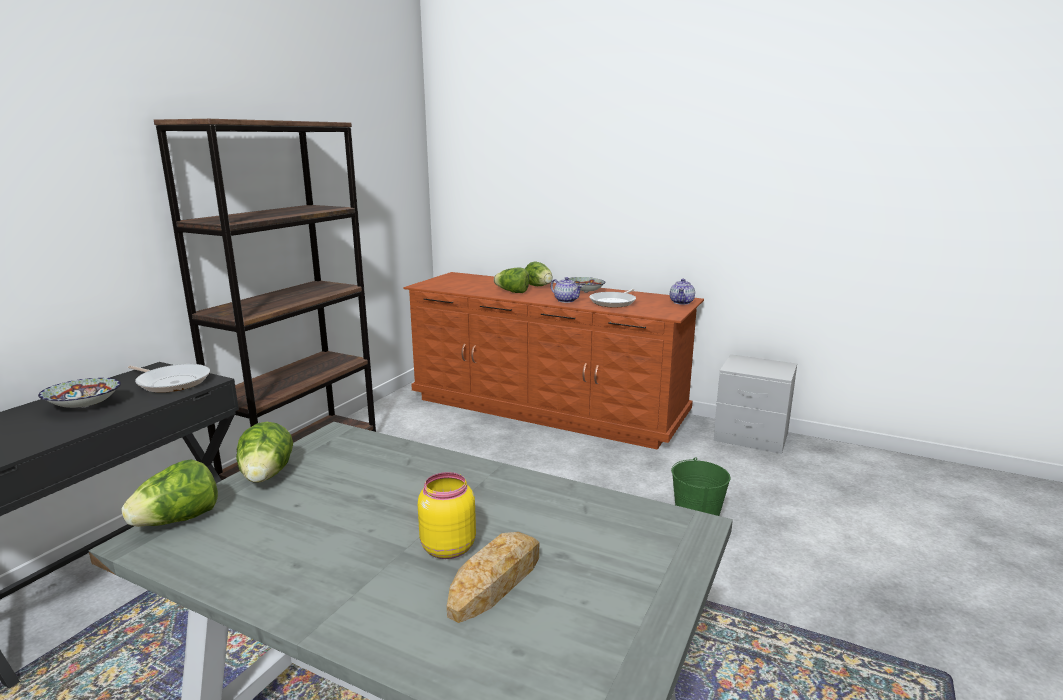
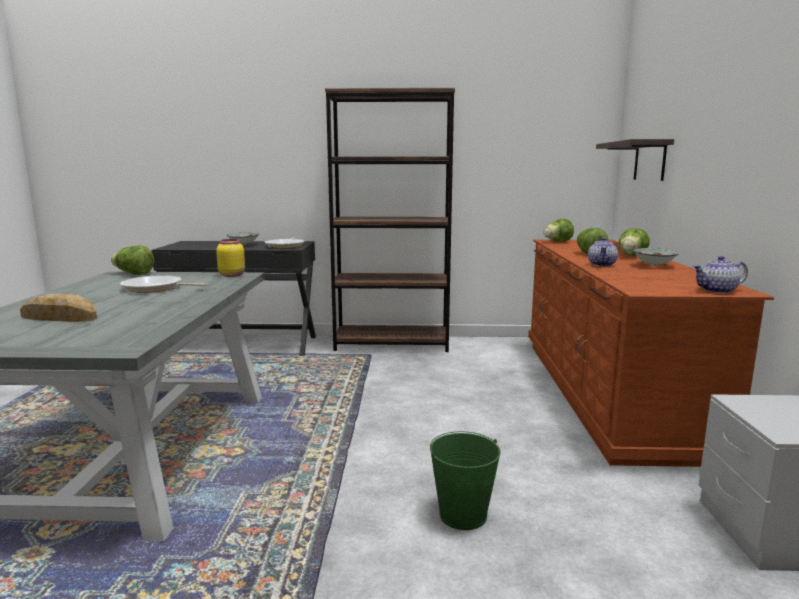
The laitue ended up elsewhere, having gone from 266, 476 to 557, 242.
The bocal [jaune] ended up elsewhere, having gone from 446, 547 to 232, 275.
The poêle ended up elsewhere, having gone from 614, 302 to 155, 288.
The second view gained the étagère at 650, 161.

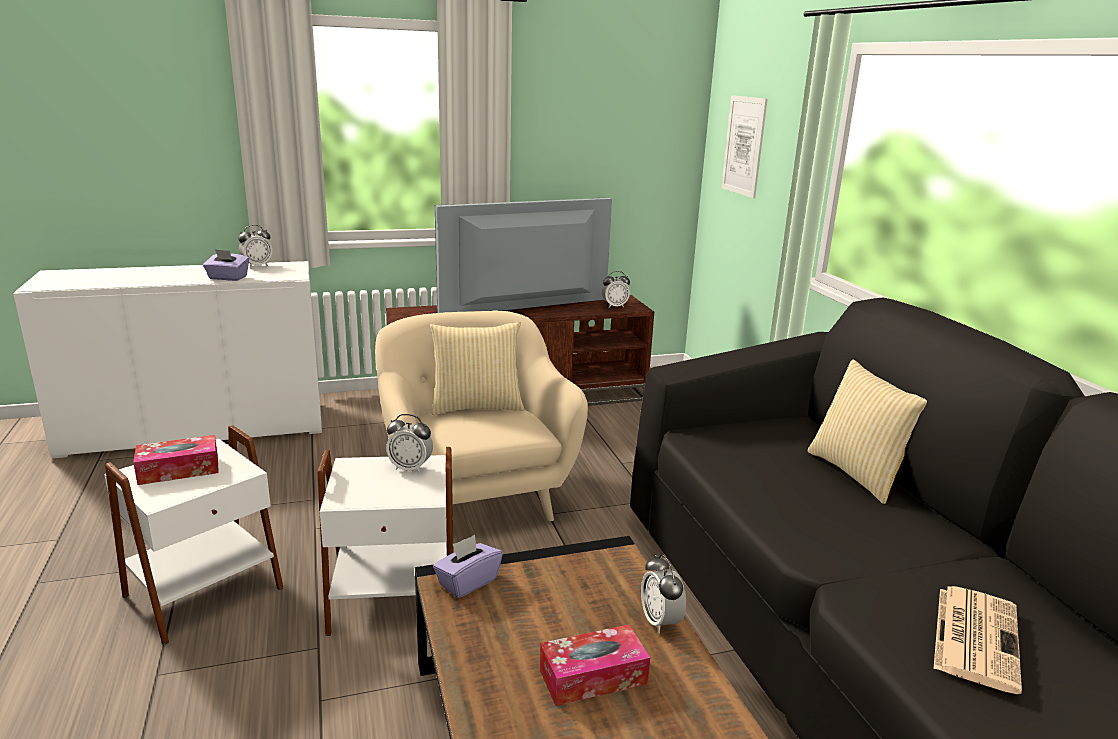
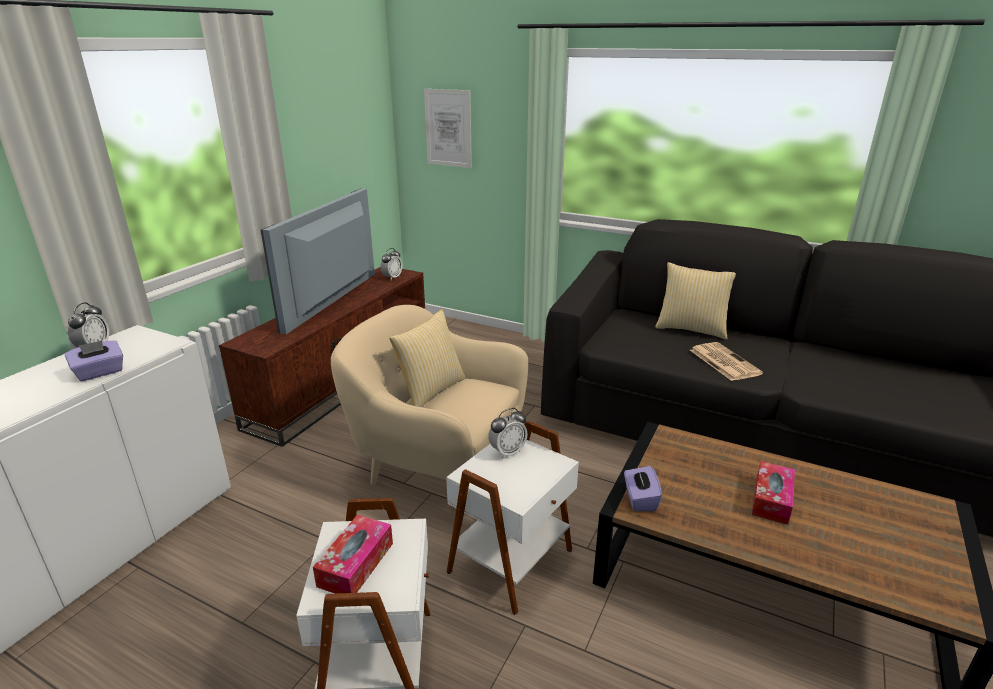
The second view lost the réveil at 660, 621.
The journal ended up elsewhere, having gone from 975, 636 to 723, 361.

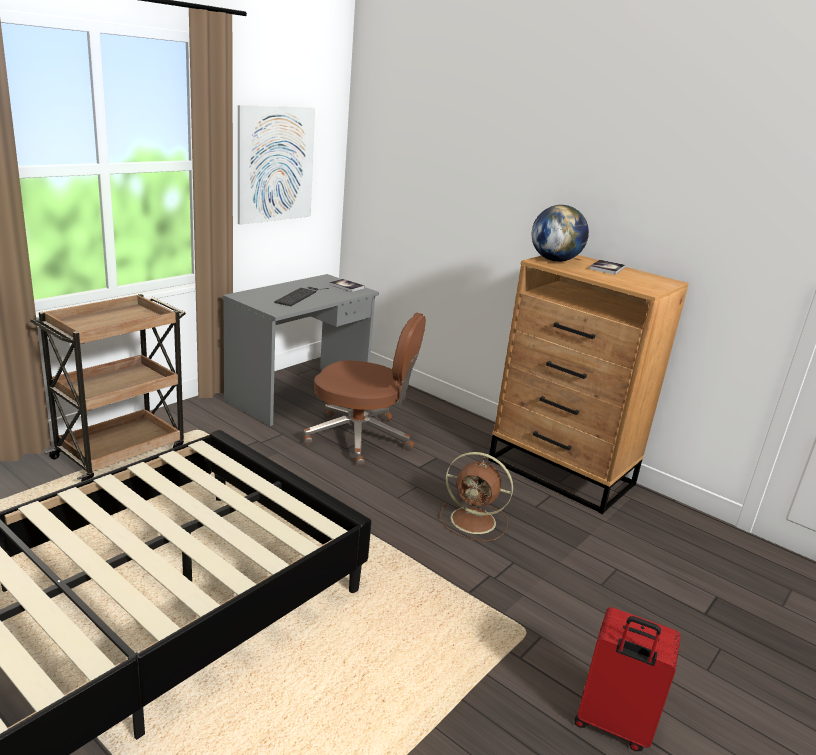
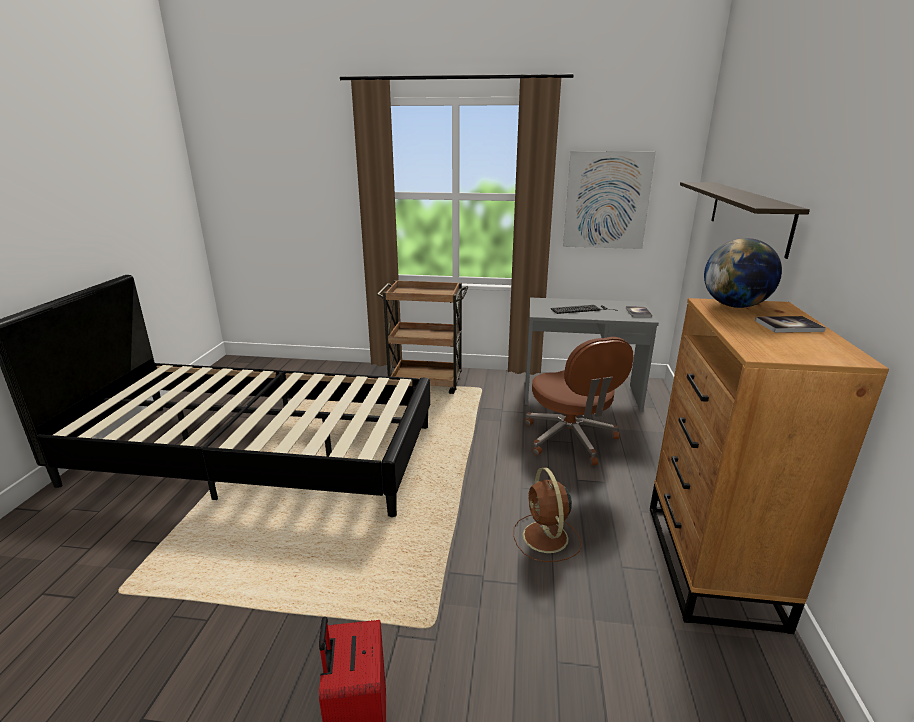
The second view gained the étagère at 748, 215.

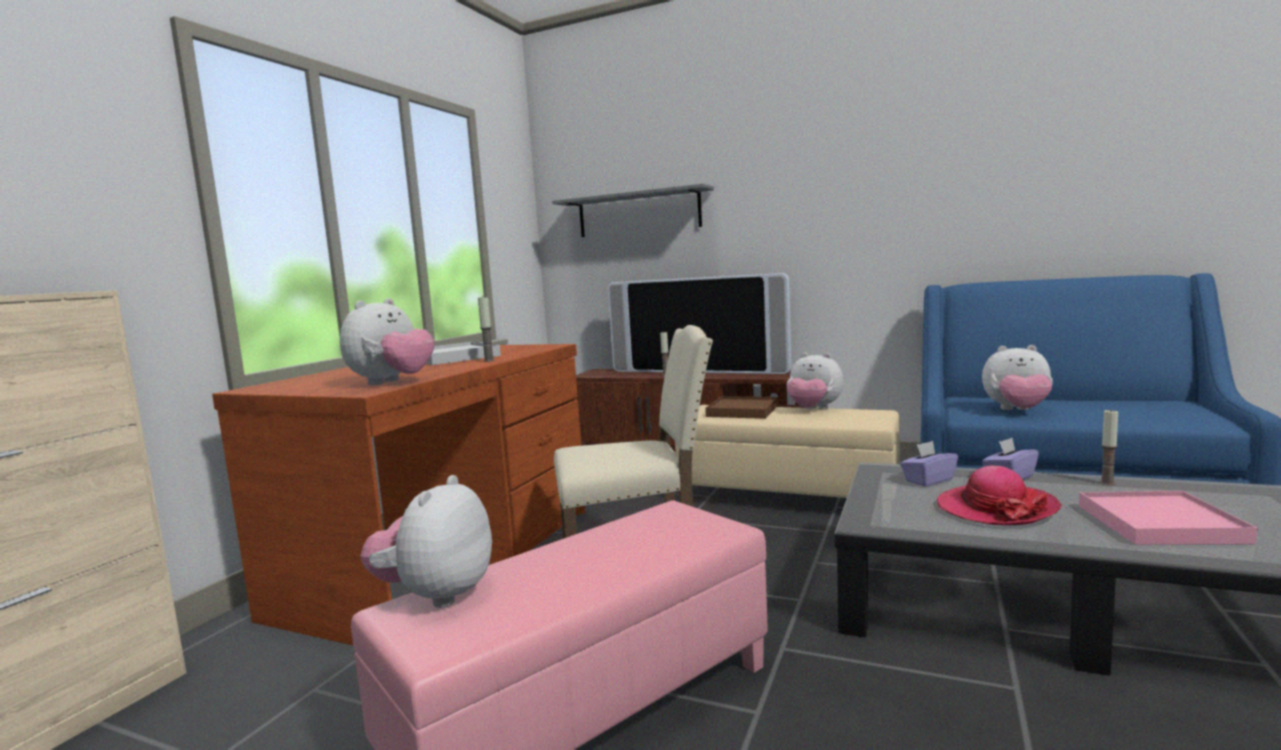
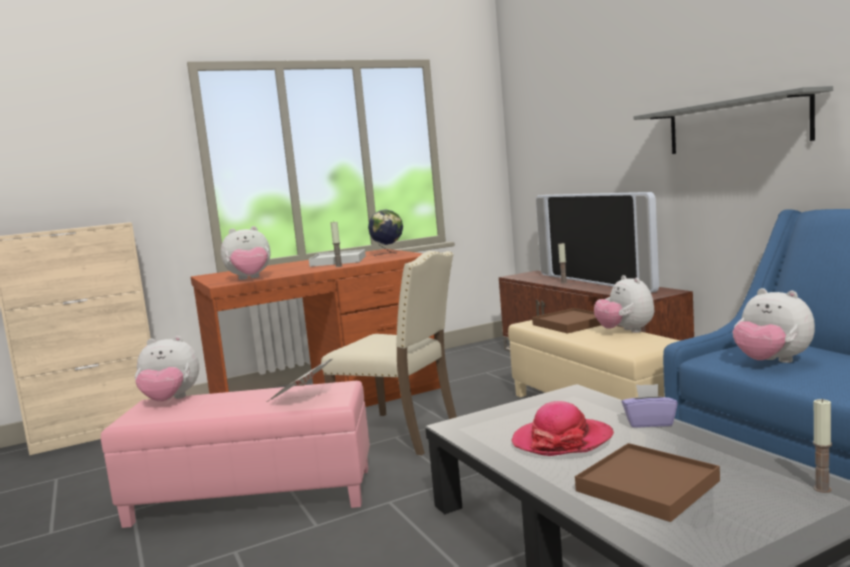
The peluche at 436, 595 ended up facing another way, 150 degrees counterclockwise from before.
The étagère [gris] ended up elsewhere, having gone from 638, 213 to 736, 125.
The second view lost the boîte à mouchoirs [violet] at 928, 480.
What was the plateau [rose] at 1159, 523 turned into the plateau [marron] at 647, 486.
The bougie ended up elsewhere, having gone from 1107, 483 to 822, 489.
The second view gained the journal at 301, 398.
The second view gained the globe at 388, 254.

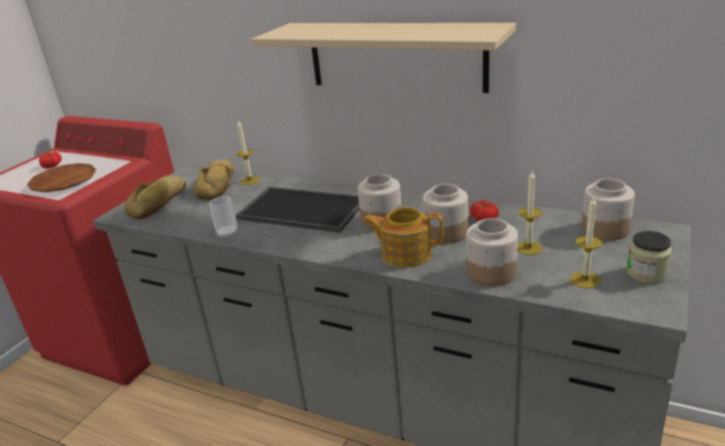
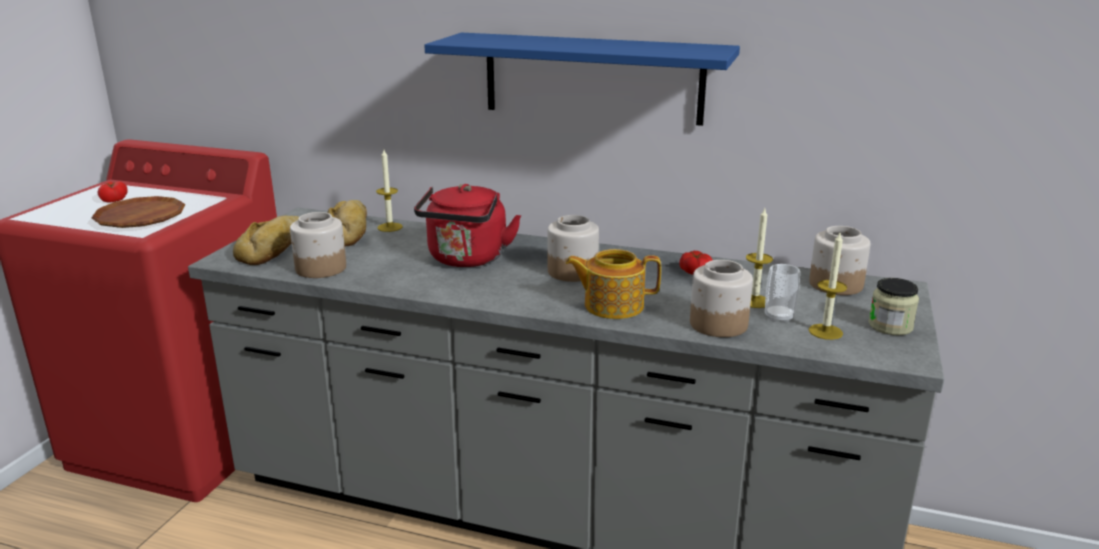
The tasse ended up elsewhere, having gone from 228, 234 to 779, 317.
Where the plateau stood at 300, 210, the bouilloire [rouge] came to stand at 466, 260.
What was the étagère [beige] at 395, 56 turned into the étagère [bleu] at 592, 78.
The bocal ended up elsewhere, having gone from 445, 233 to 320, 269.

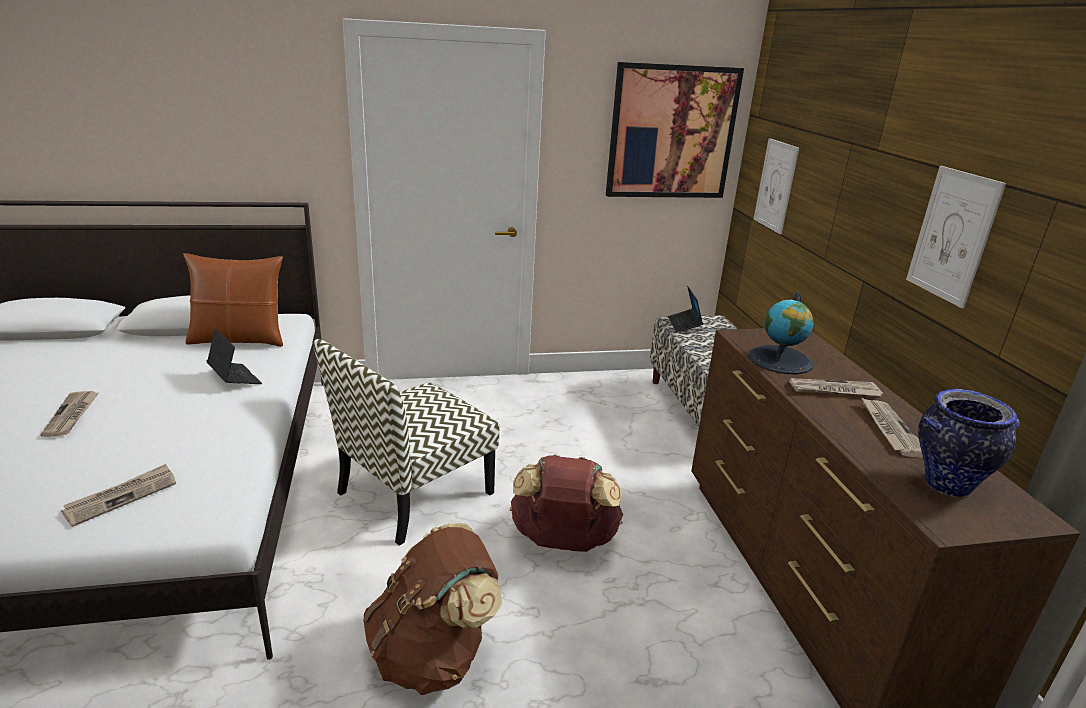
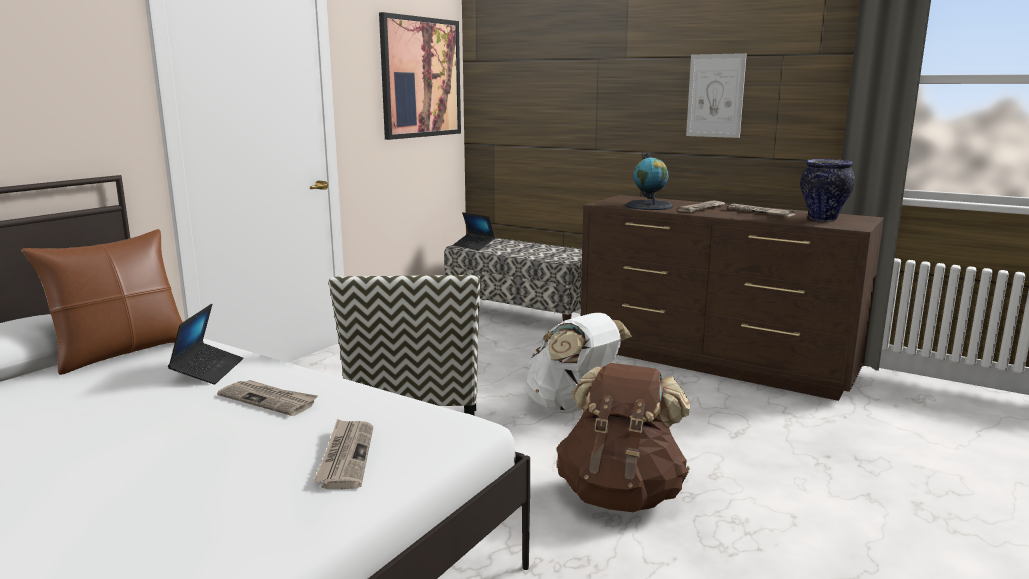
The journal ended up elsewhere, having gone from 72, 415 to 269, 400.
The ordinateur portable at 234, 378 ended up facing another way, 90 degrees clockwise from before.
What was the sac à dos [marron] at 563, 542 turned into the sac à dos [blanc] at 573, 407.
The second view lost the tableau at 775, 185.

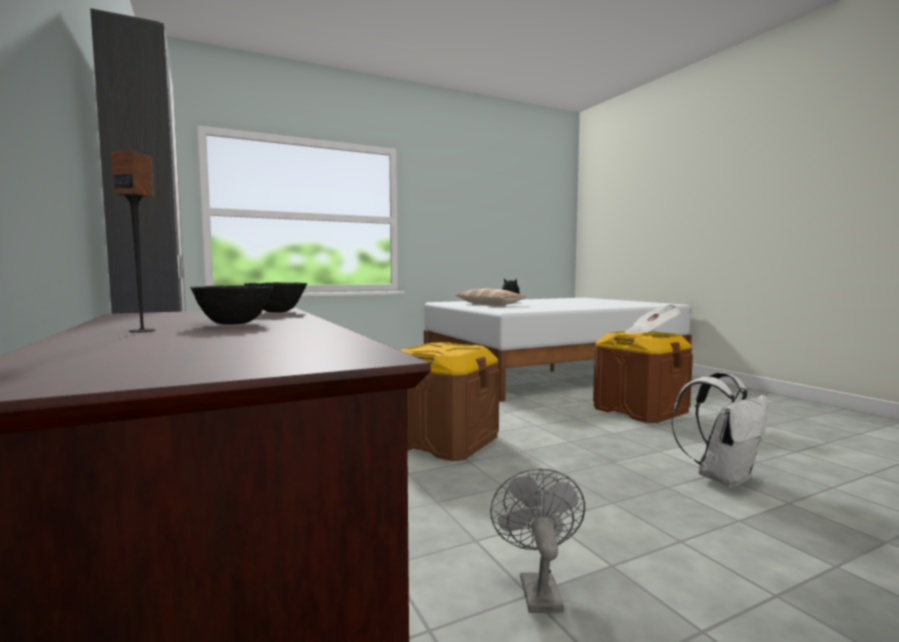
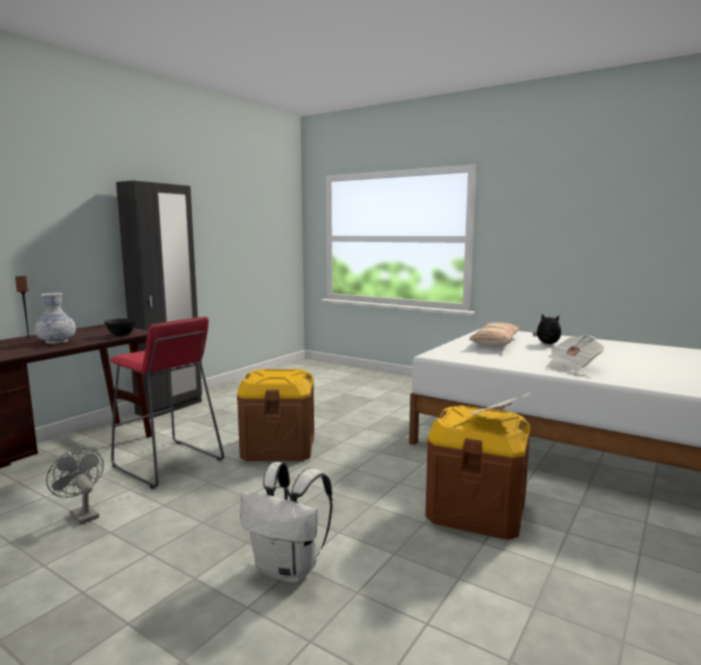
Where the bol [noir] stood at 234, 324, the vase came to stand at 57, 341.
The ventilateur [gris] at 537, 588 ended up facing another way, 105 degrees counterclockwise from before.
The second view gained the tabouret [rouge] at 167, 463.
The second view gained the journal at 571, 368.

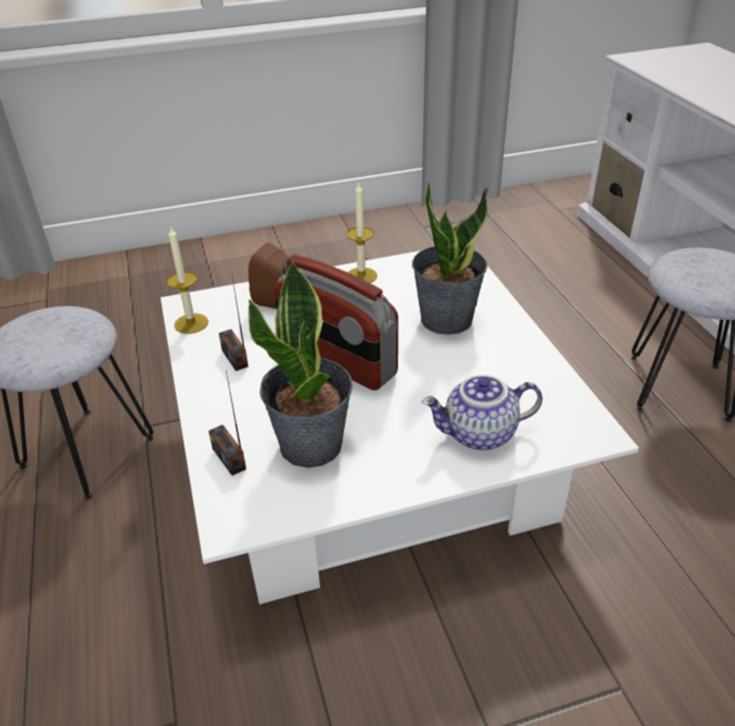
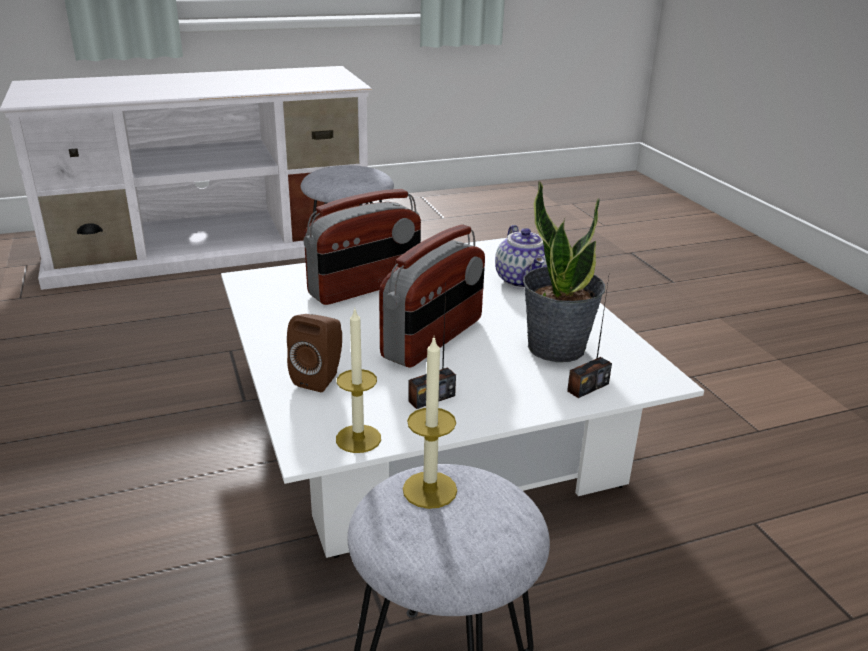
The bougie ended up elsewhere, having gone from 361, 276 to 429, 490.
Where the plante en pot stood at 446, 319, the radio came to stand at 365, 287.

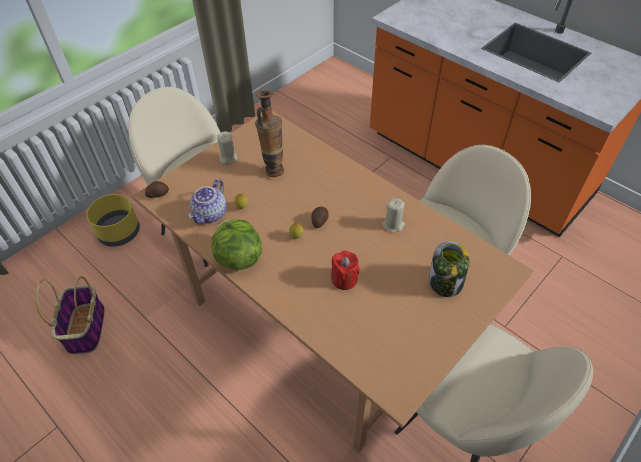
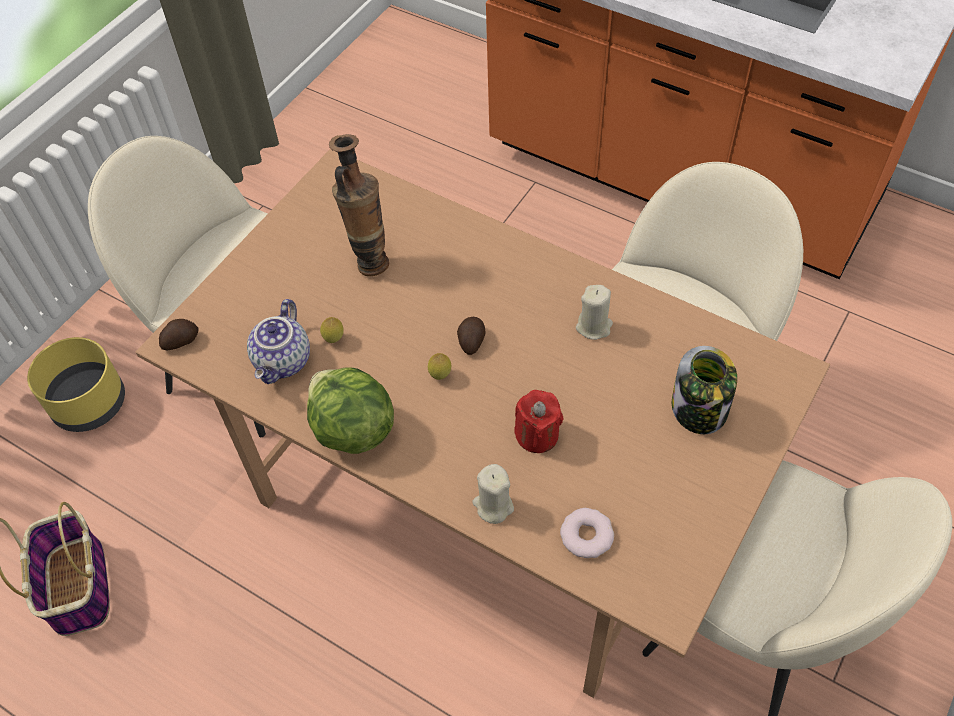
The bougie [beige] ended up elsewhere, having gone from 228, 158 to 493, 506.
The second view gained the beignet at 586, 535.

